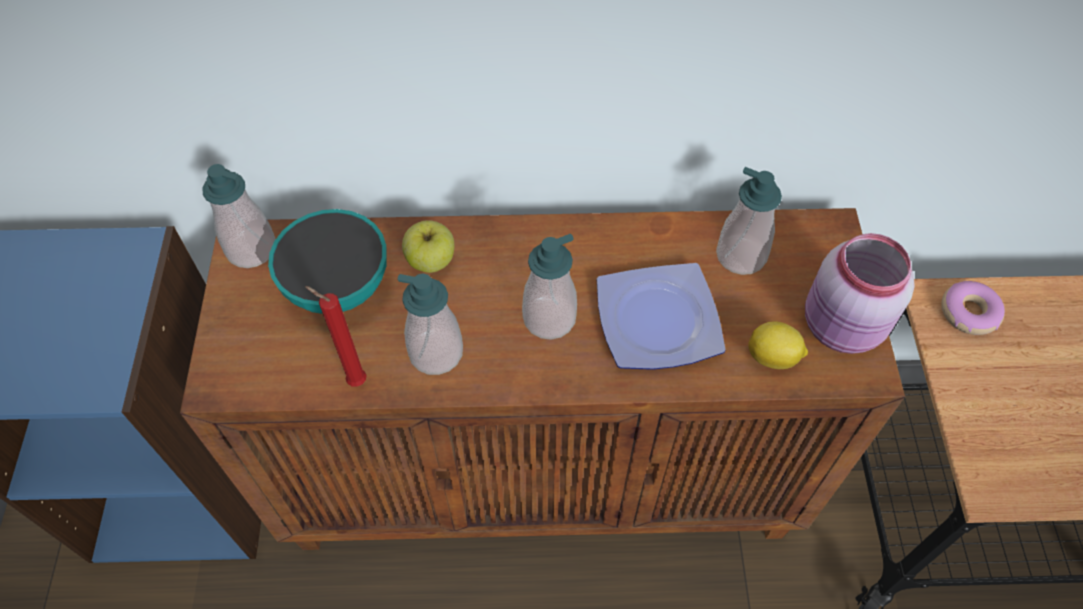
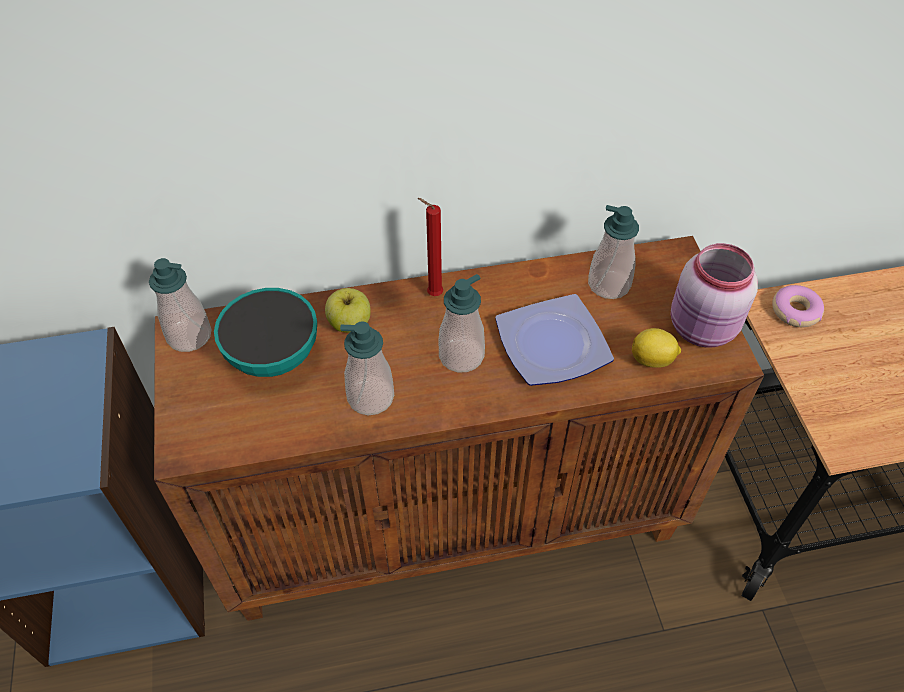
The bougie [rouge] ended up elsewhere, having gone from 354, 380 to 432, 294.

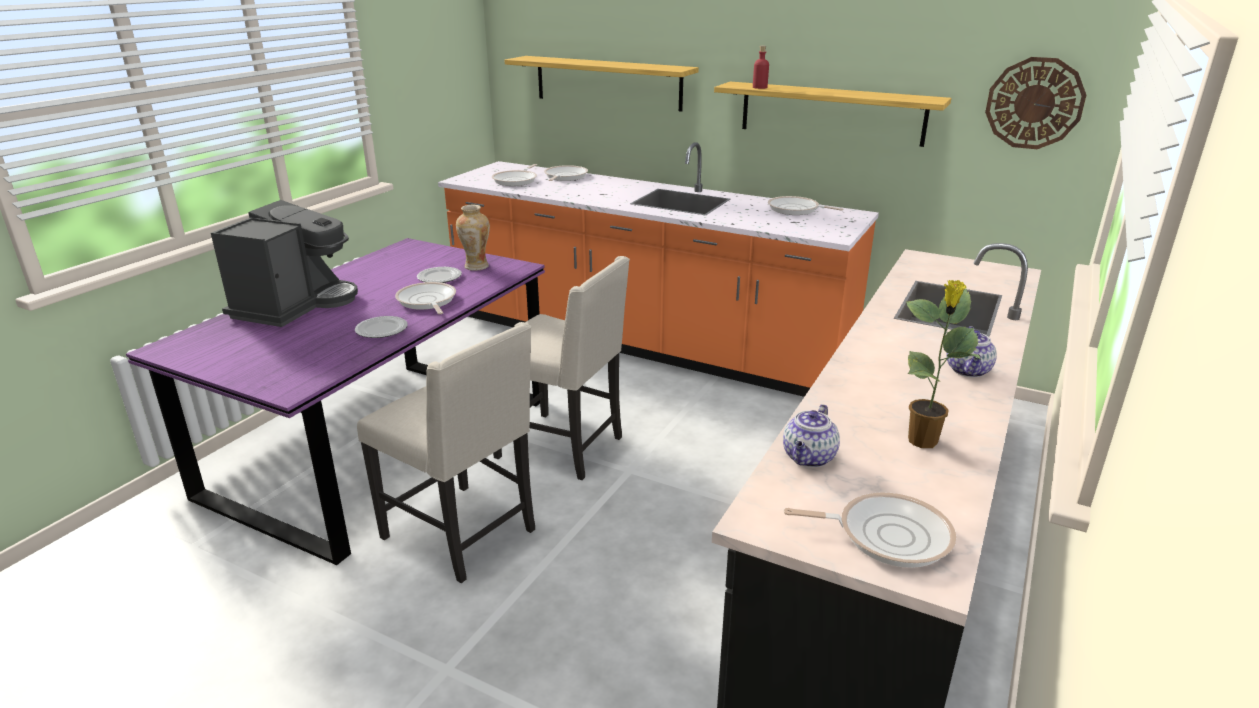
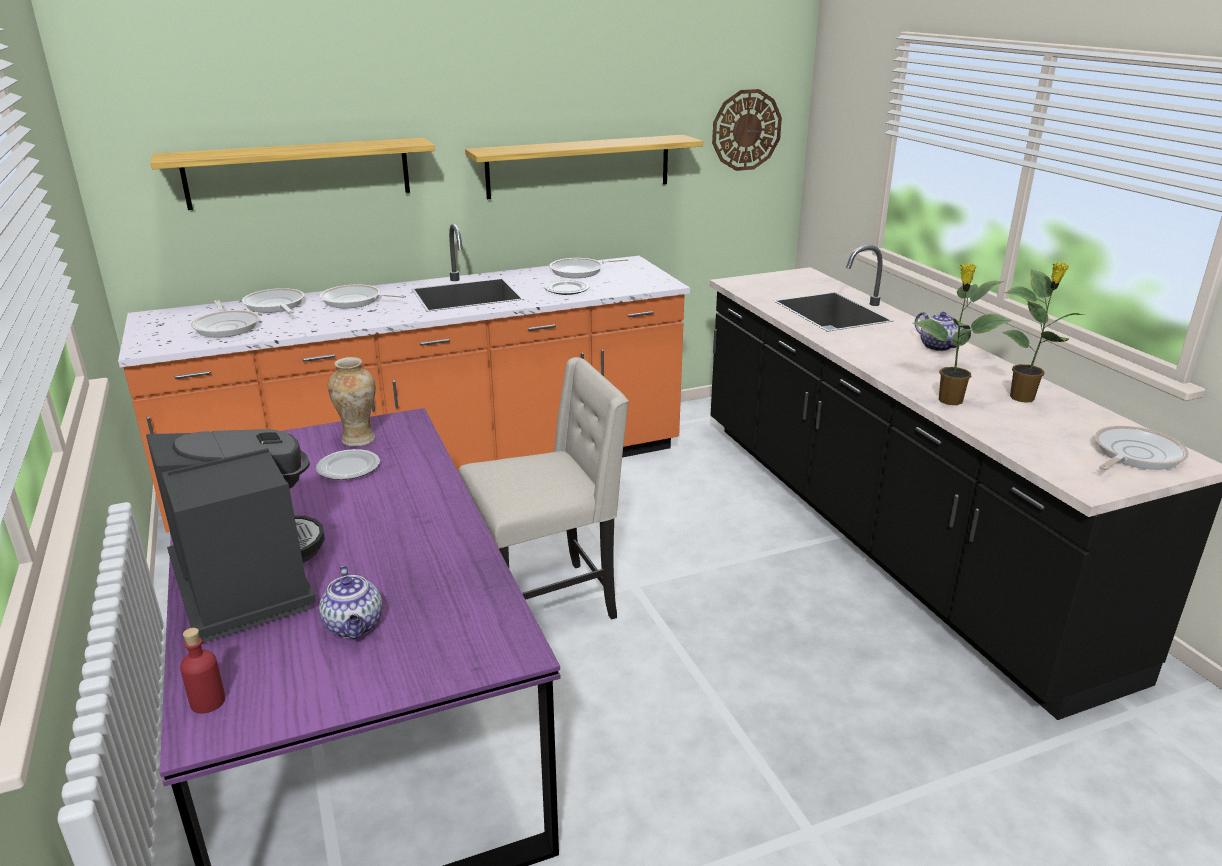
The assiette ended up elsewhere, having gone from 382, 330 to 567, 290.
The second view lost the chaise [beige] at 463, 534.
The poêle ended up elsewhere, having gone from 427, 301 to 354, 301.
The bouteille [rouge] ended up elsewhere, having gone from 760, 87 to 208, 702.
The théière ended up elsewhere, having gone from 809, 458 to 355, 626.
The second view gained the plante en pot at 949, 401.

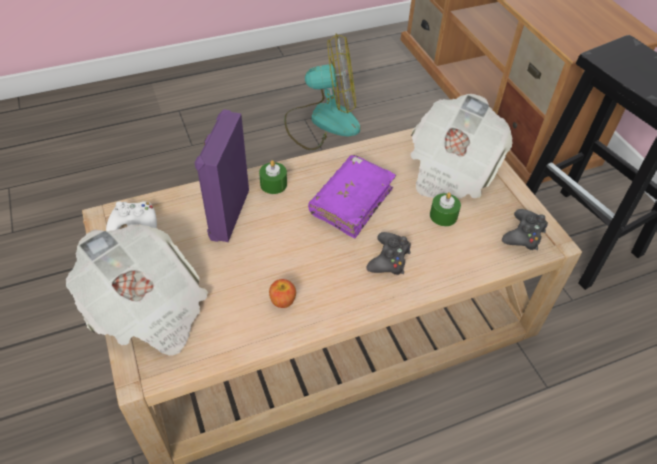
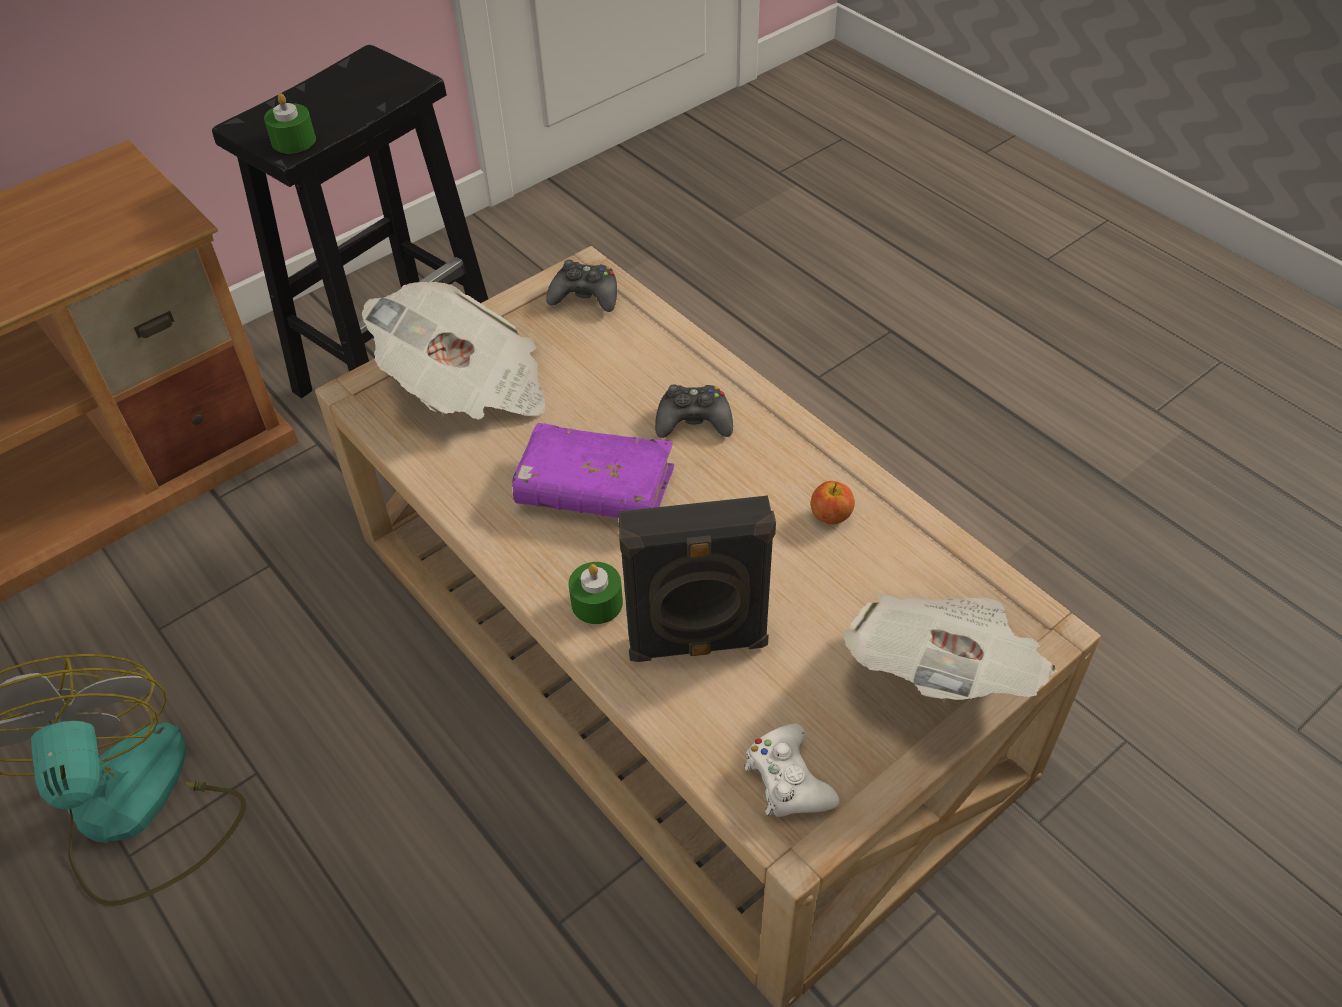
What was the enceinte [violet] at 227, 214 turned into the enceinte [noir] at 697, 644.
The bougie [vert] ended up elsewhere, having gone from 443, 216 to 293, 141.

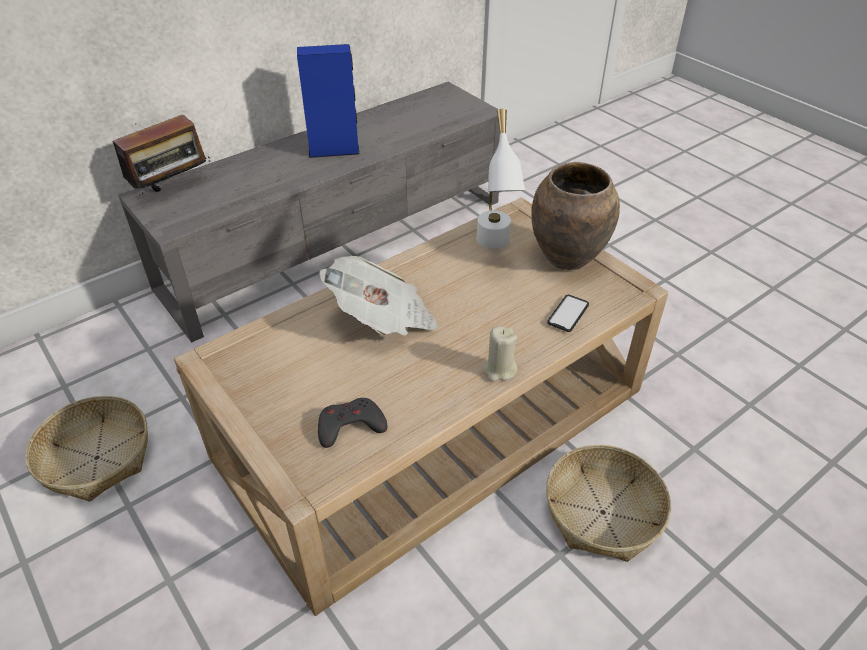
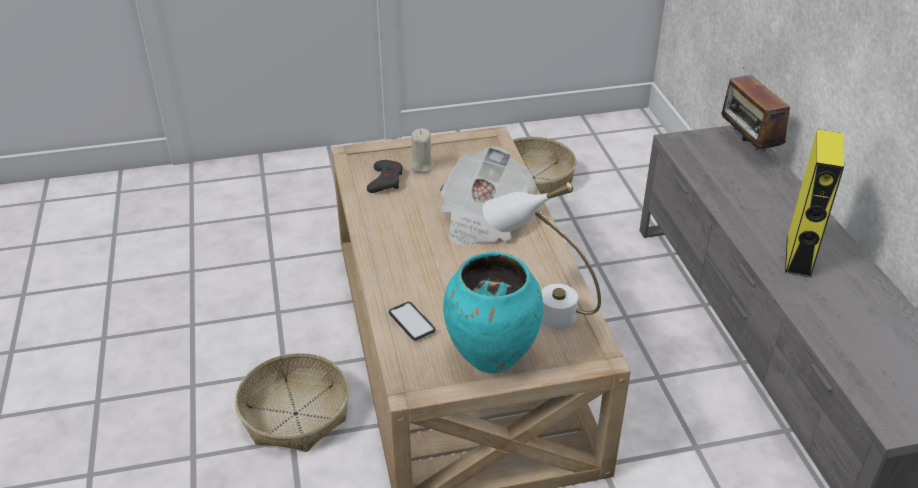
What was the enceinte [bleu] at 334, 151 turned into the enceinte [jaune] at 798, 256.
The bougie [beige] ended up elsewhere, having gone from 499, 370 to 421, 166.
What was the vase [marron] at 567, 258 turned into the vase [turquoise] at 492, 358.

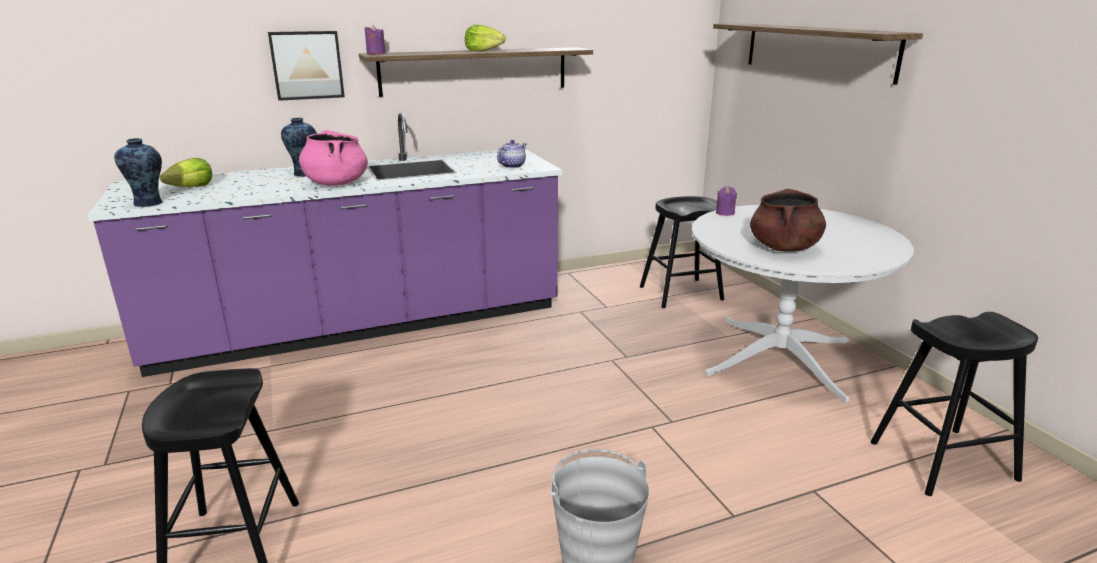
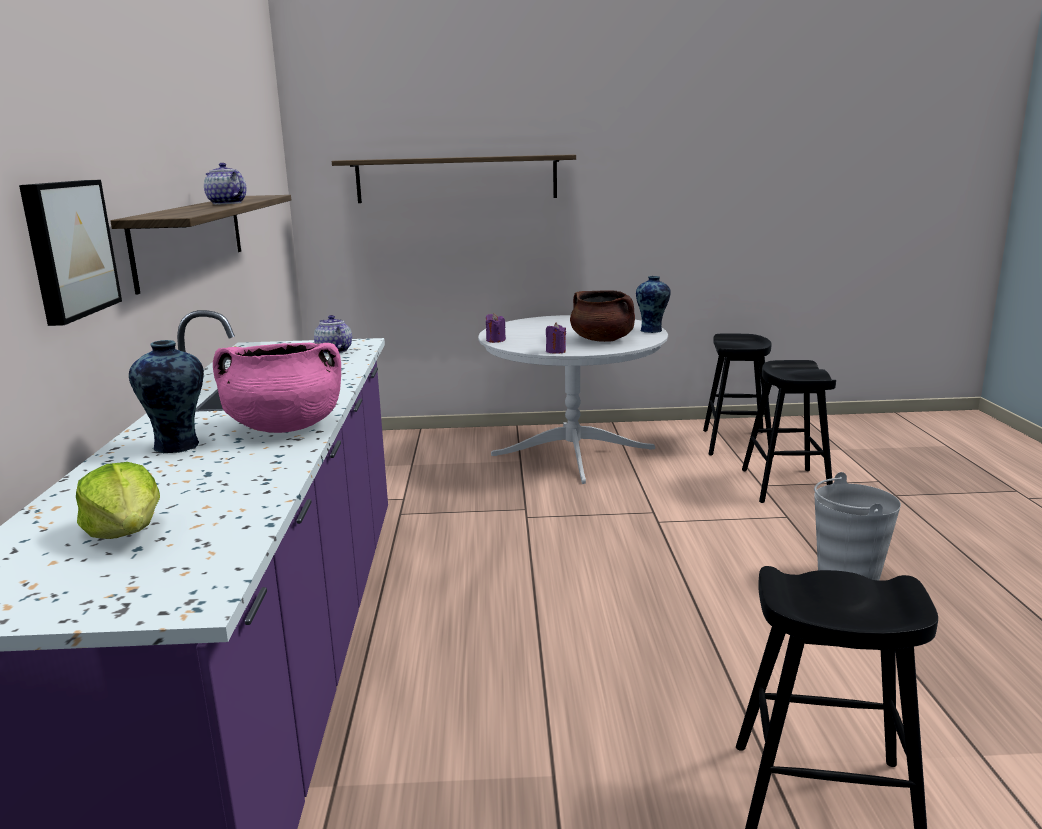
The vase ended up elsewhere, having gone from 148, 203 to 652, 330.
The bougie [violet] ended up elsewhere, having gone from 376, 53 to 555, 351.
Where the laitue stood at 484, 51, the théière came to stand at 226, 203.
The tabouret [noir] ended up elsewhere, having gone from 680, 293 to 785, 485.

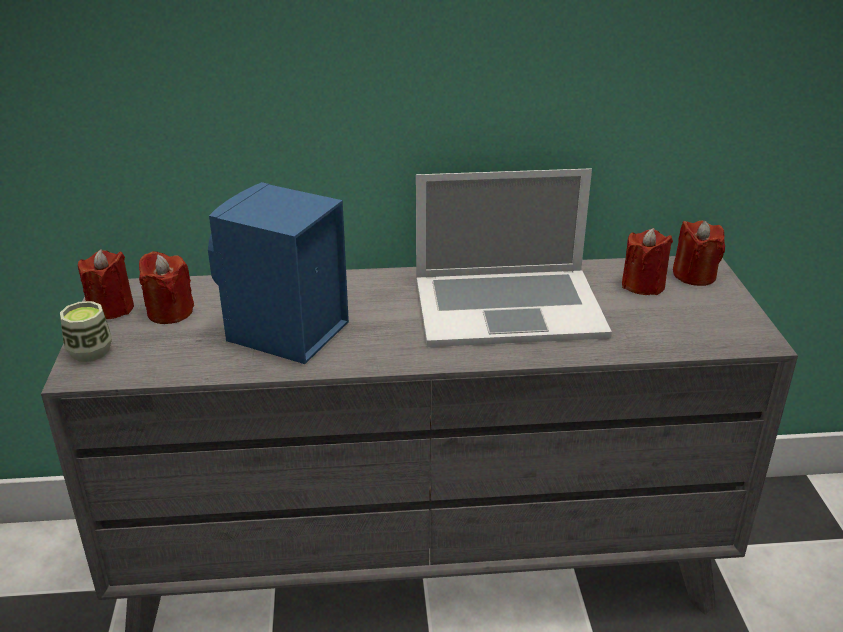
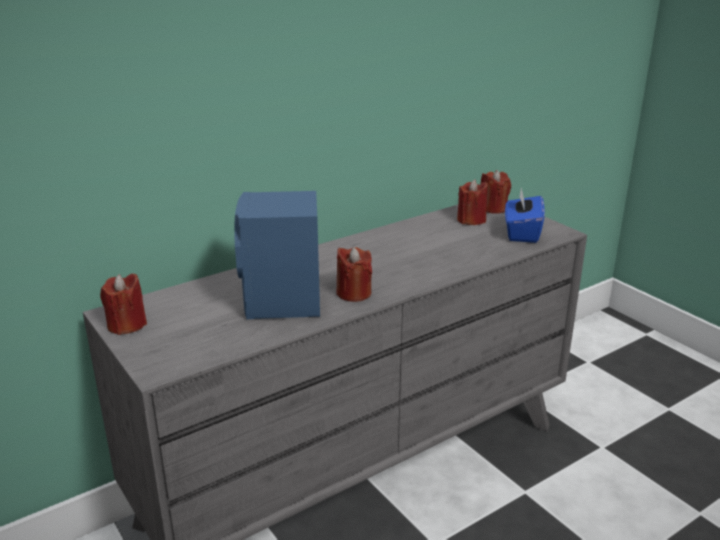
The second view lost the tasse at 90, 351.
The bougie [rouge] ended up elsewhere, having gone from 170, 312 to 353, 293.
The second view lost the ordinateur portable at 508, 306.
The second view gained the boîte à mouchoirs [bleu] at 521, 233.

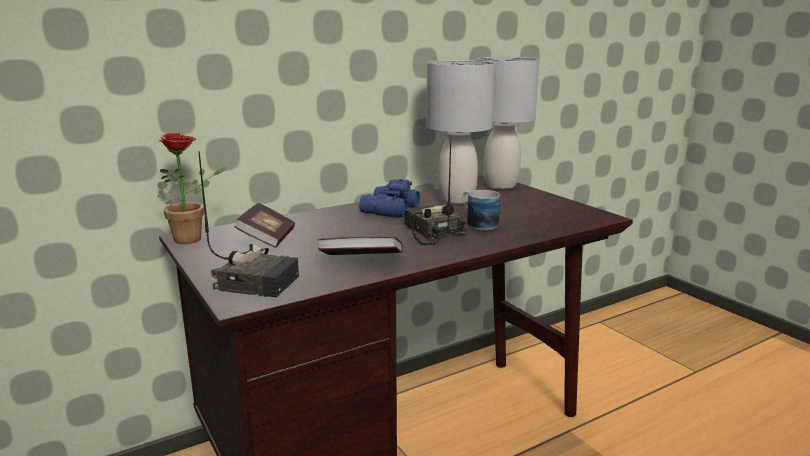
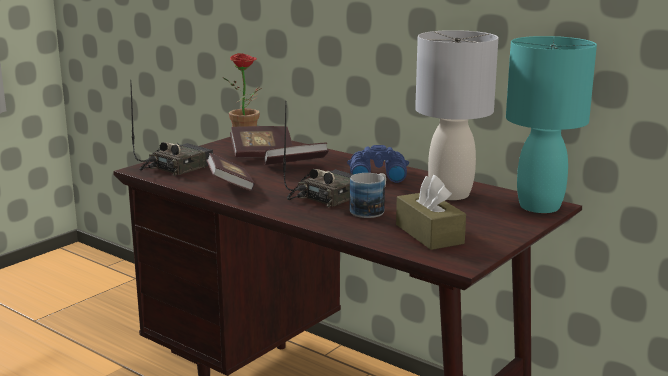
The radio at 257, 281 ended up facing another way, 135 degrees counterclockwise from before.
What was the lampe de table [gris] at 500, 185 turned into the lampe de table [turquoise] at 540, 206.
The second view gained the livre at 296, 167.
The second view gained the boîte à mouchoirs [marron] at 429, 234.

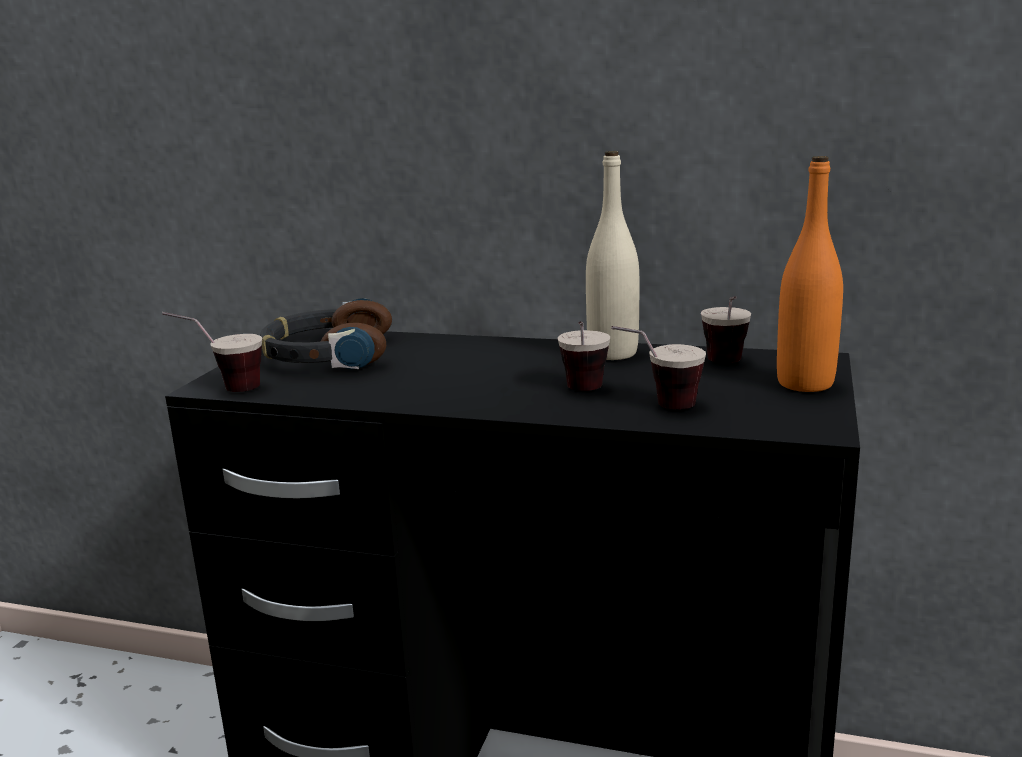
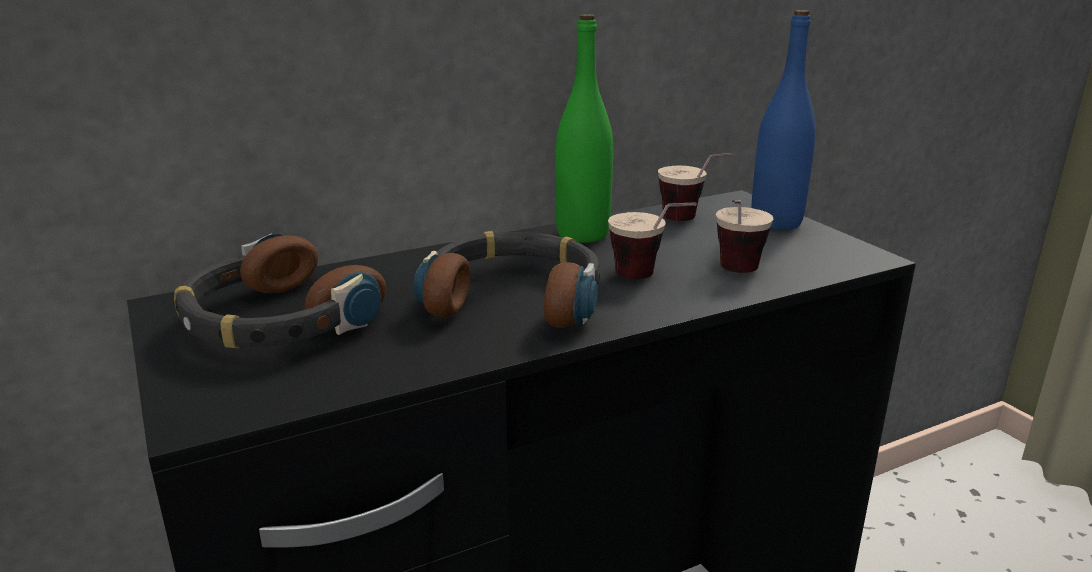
The second view lost the tasse at 222, 389.
What was the bouteille [beige] at 612, 353 turned into the bouteille [vert] at 582, 234.
What was the bouteille [orange] at 805, 383 turned into the bouteille [bleu] at 776, 222.
The second view gained the casque audio at 515, 297.

